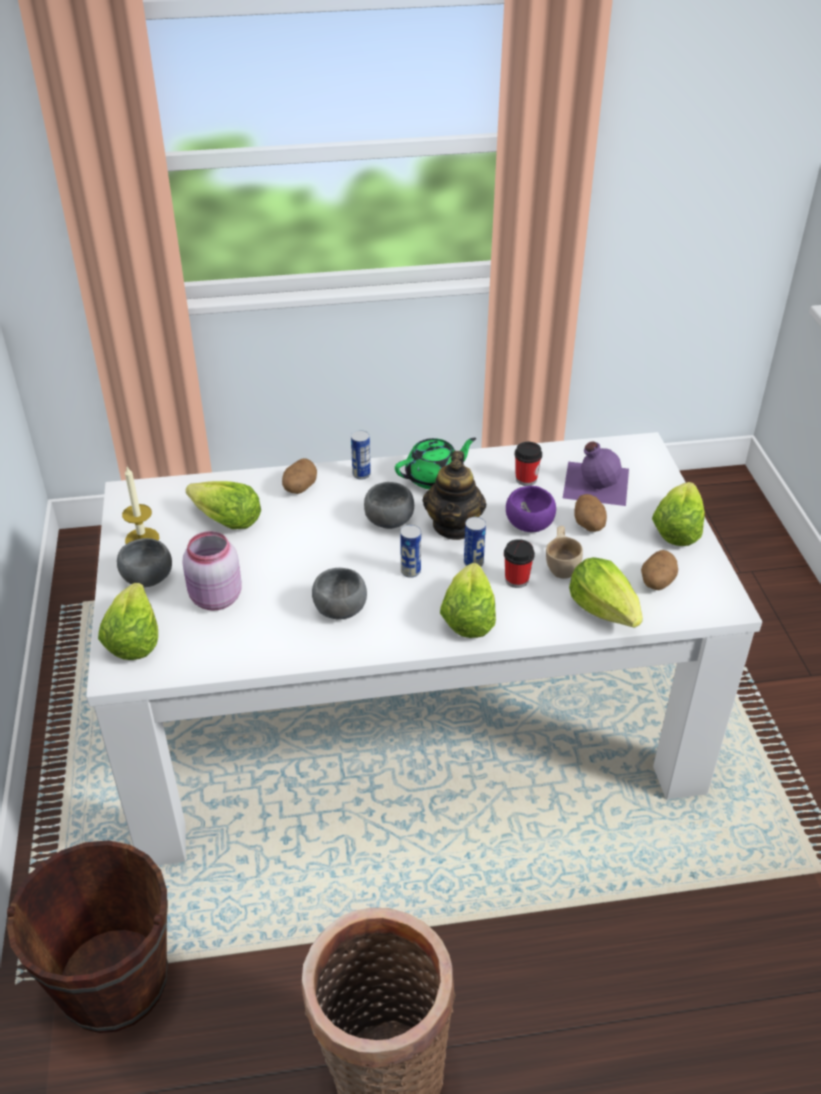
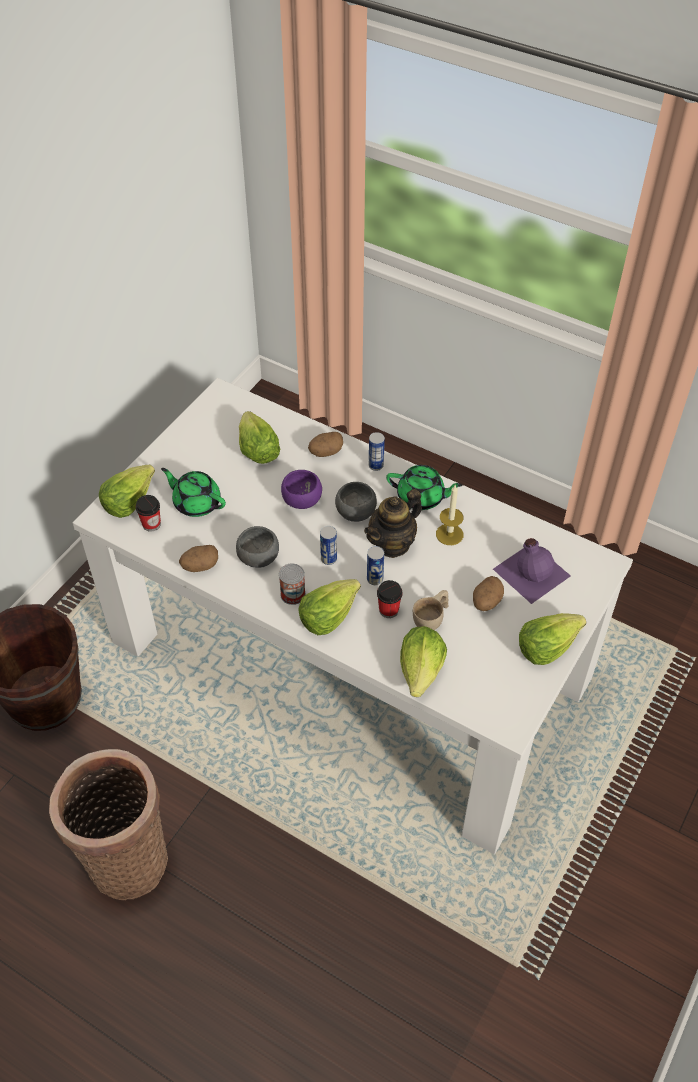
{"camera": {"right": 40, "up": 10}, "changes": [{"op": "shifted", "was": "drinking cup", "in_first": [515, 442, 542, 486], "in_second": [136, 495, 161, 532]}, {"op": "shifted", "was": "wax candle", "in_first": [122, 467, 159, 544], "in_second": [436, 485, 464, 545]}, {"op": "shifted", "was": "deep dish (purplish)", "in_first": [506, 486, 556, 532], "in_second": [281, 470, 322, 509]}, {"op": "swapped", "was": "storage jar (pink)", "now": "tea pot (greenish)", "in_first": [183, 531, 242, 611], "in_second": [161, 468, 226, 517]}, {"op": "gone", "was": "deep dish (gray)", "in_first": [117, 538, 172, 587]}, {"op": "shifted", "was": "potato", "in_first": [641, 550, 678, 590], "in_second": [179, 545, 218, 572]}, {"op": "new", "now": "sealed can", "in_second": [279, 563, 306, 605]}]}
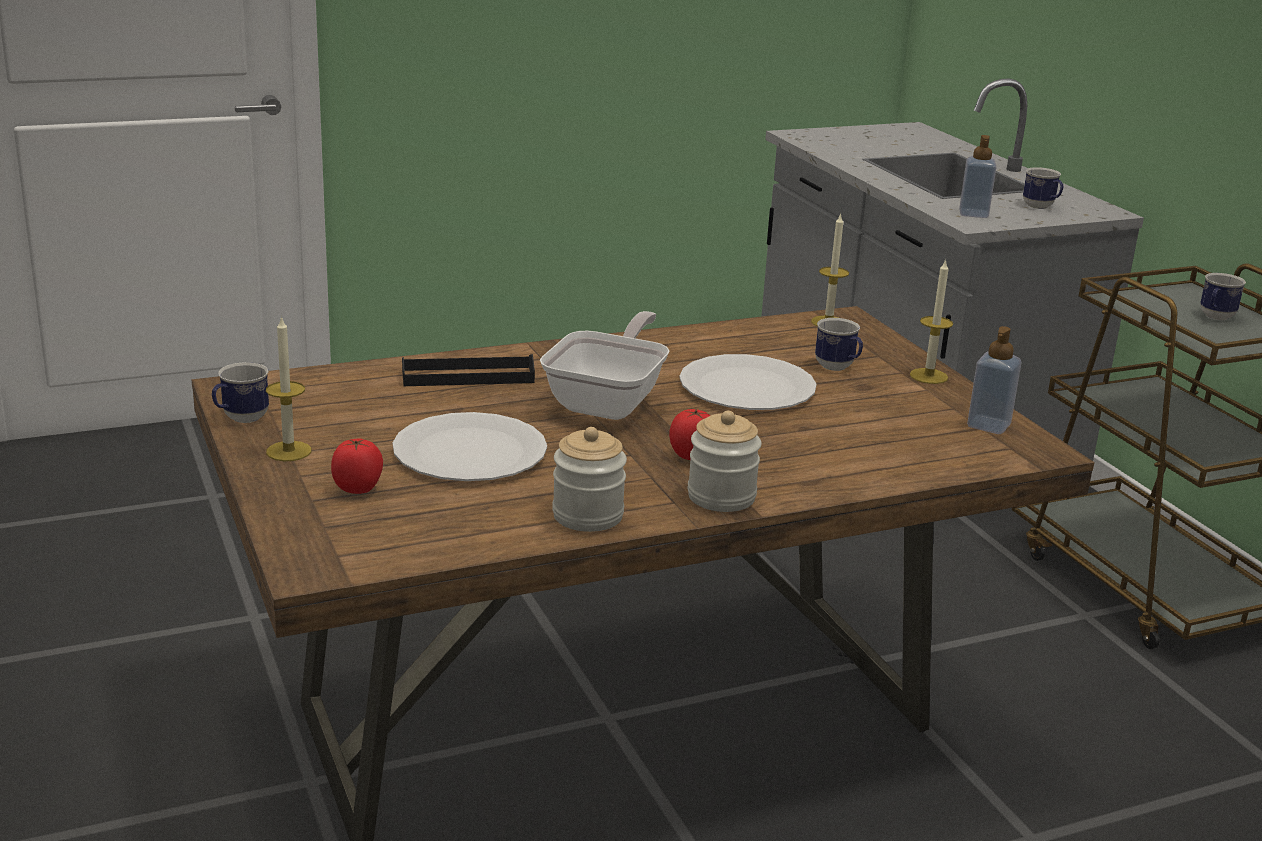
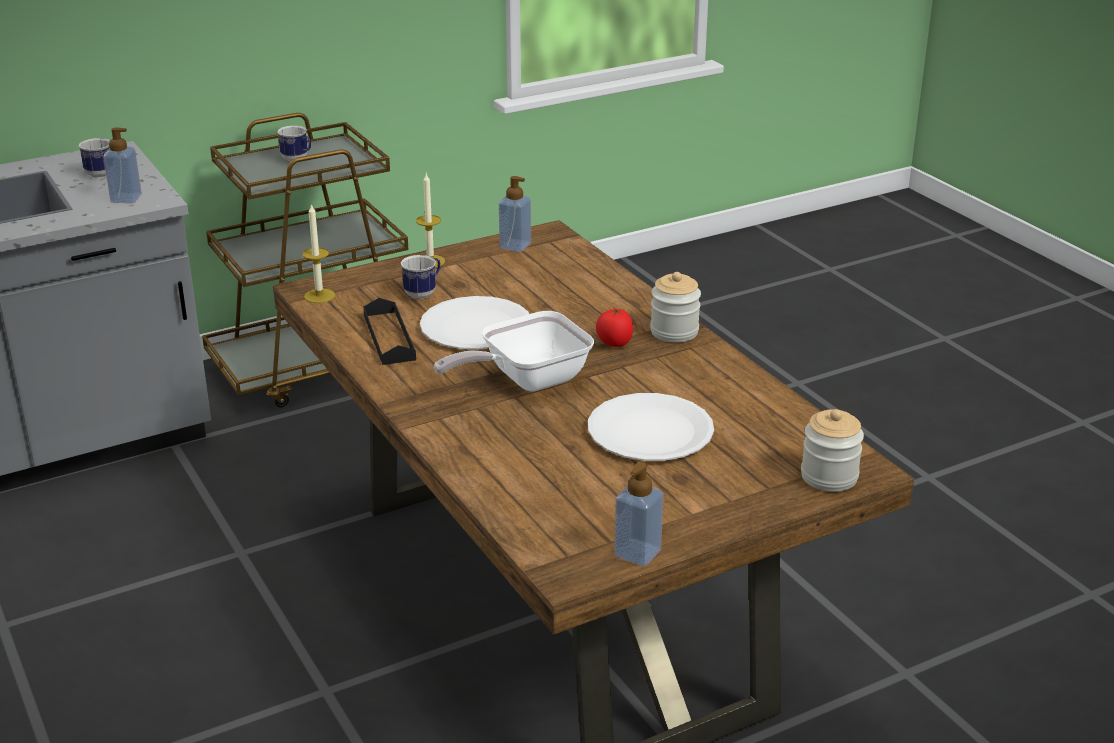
{"camera": {"right": -95, "up": 5}, "changes": [{"op": "rotated", "was": "skillet", "in_first": [540, 311, 670, 420], "in_second": [434, 311, 594, 391], "clockwise": -45}, {"op": "gone", "was": "wax candle", "in_first": [266, 316, 311, 461]}, {"op": "shifted", "was": "tray (black-coloured)", "in_first": [402, 354, 535, 386], "in_second": [363, 298, 416, 365]}, {"op": "swapped", "was": "coffee mug", "now": "liquid soap bottle", "in_first": [212, 362, 269, 423], "in_second": [614, 462, 663, 566]}, {"op": "shifted", "was": "storage jar", "in_first": [552, 427, 627, 532], "in_second": [801, 409, 864, 492]}, {"op": "gone", "was": "tomato", "in_first": [331, 439, 383, 494]}]}
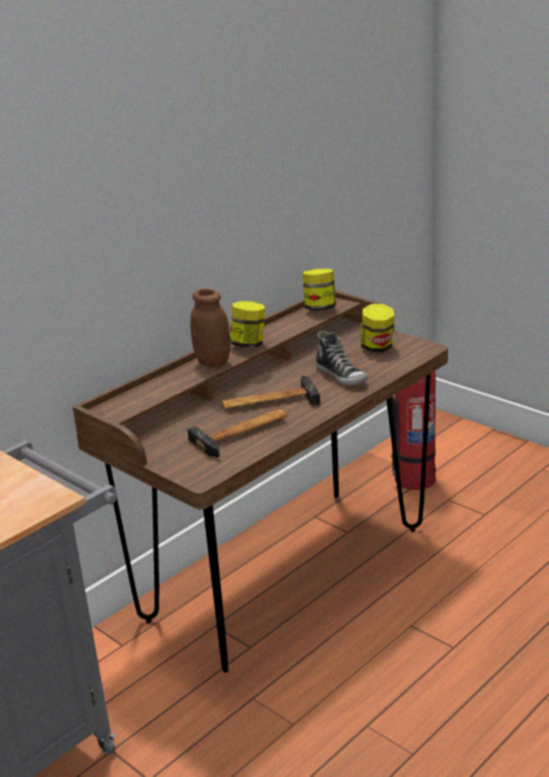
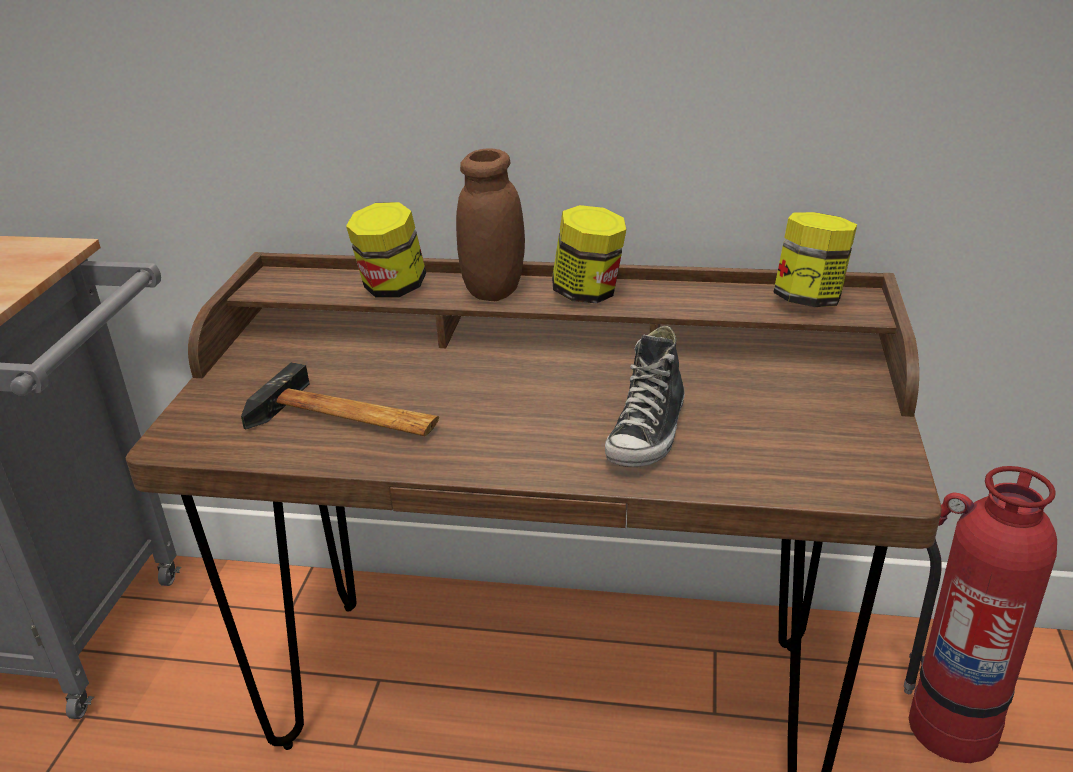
{"camera": {"right": 55, "up": 5}, "changes": [{"op": "shifted", "was": "storage jar", "in_first": [361, 304, 394, 352], "in_second": [346, 202, 426, 298]}, {"op": "gone", "was": "tool hammer", "in_first": [222, 376, 320, 409]}]}
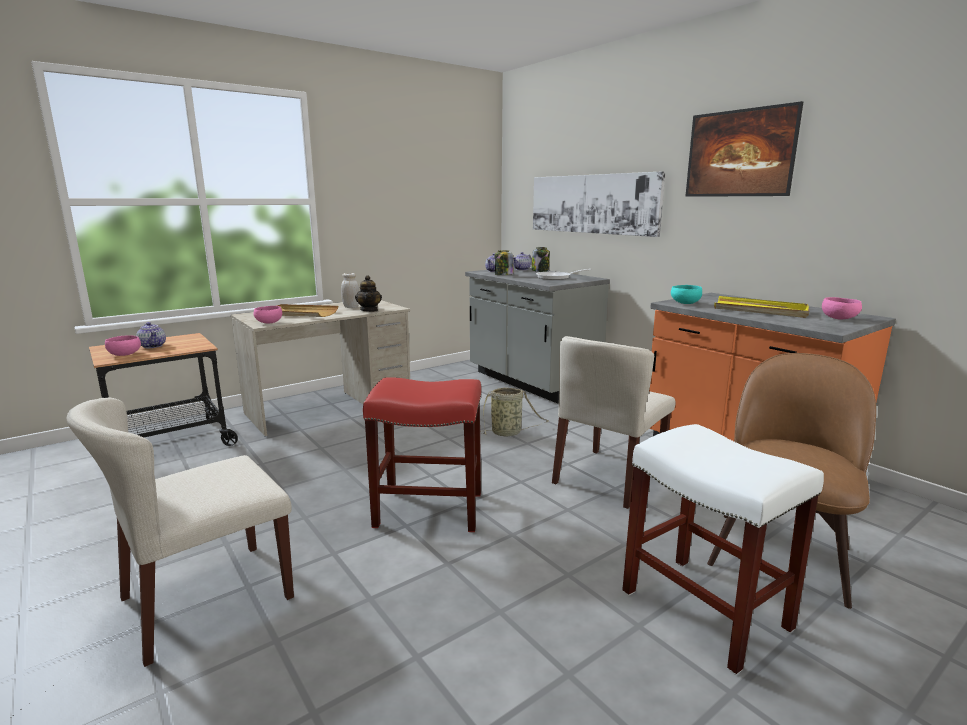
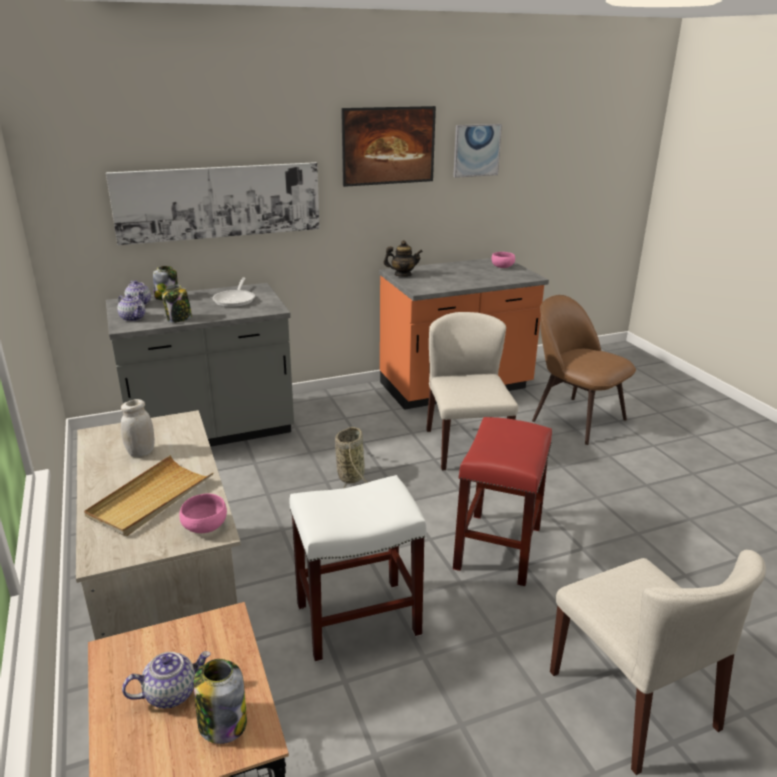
{"camera": {"right": -75, "up": 10}, "changes": [{"op": "shifted", "was": "tea pot", "in_first": [355, 275, 382, 312], "in_second": [384, 240, 423, 277]}, {"op": "gone", "was": "deep dish (turquoise-coloured)", "in_first": [671, 285, 702, 304]}, {"op": "gone", "was": "tray (yellowish)", "in_first": [714, 296, 809, 318]}, {"op": "swapped", "was": "deep dish (pink)", "now": "storage jar", "in_first": [105, 335, 141, 356], "in_second": [194, 659, 247, 744]}, {"op": "rotated", "was": "chair (sand-coloured)", "in_first": [552, 336, 676, 509], "in_second": [426, 312, 518, 470], "clockwise": -150}, {"op": "shifted", "was": "stool seat (whitish)", "in_first": [622, 424, 824, 675], "in_second": [289, 475, 427, 662]}, {"op": "new", "now": "wall art", "in_second": [453, 124, 502, 178]}]}
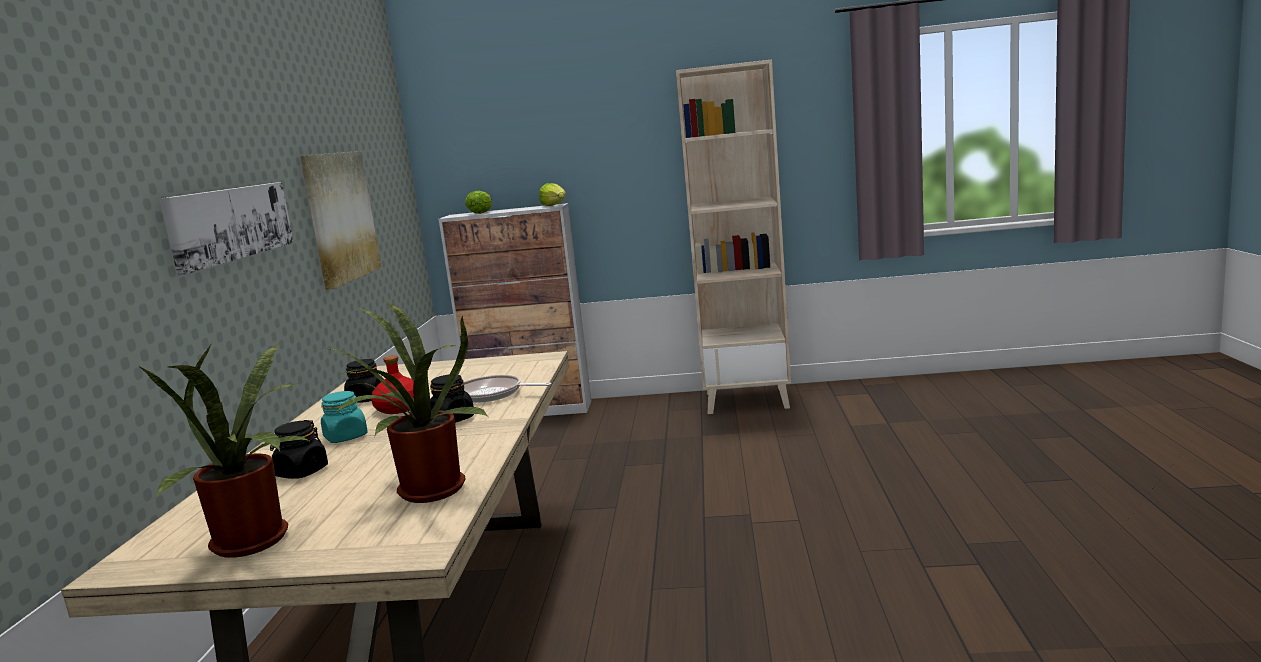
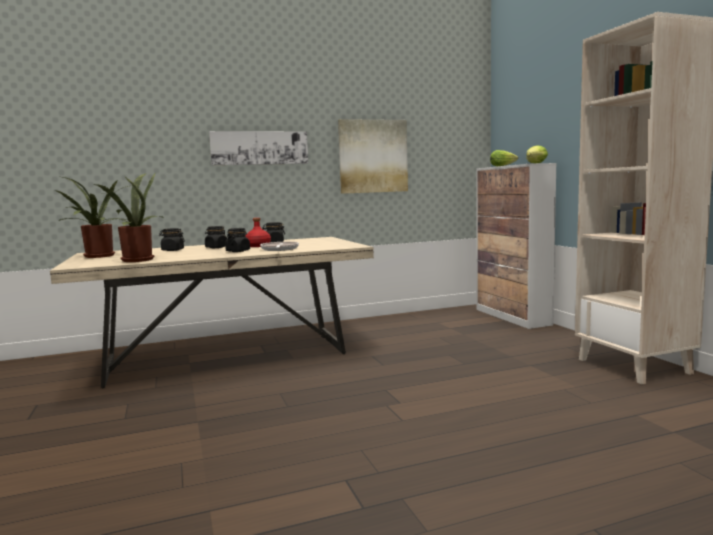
{"camera": {"right": 65, "up": -5}, "changes": [{"op": "repainted", "was": "storage jar (turquoise-coloured)", "now": "storage jar (black-coloured)", "in_first": [321, 391, 368, 443], "in_second": [205, 226, 227, 248]}]}
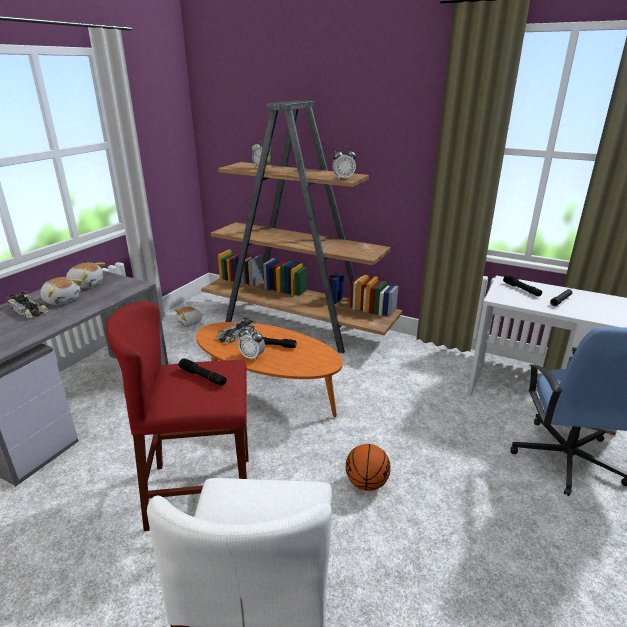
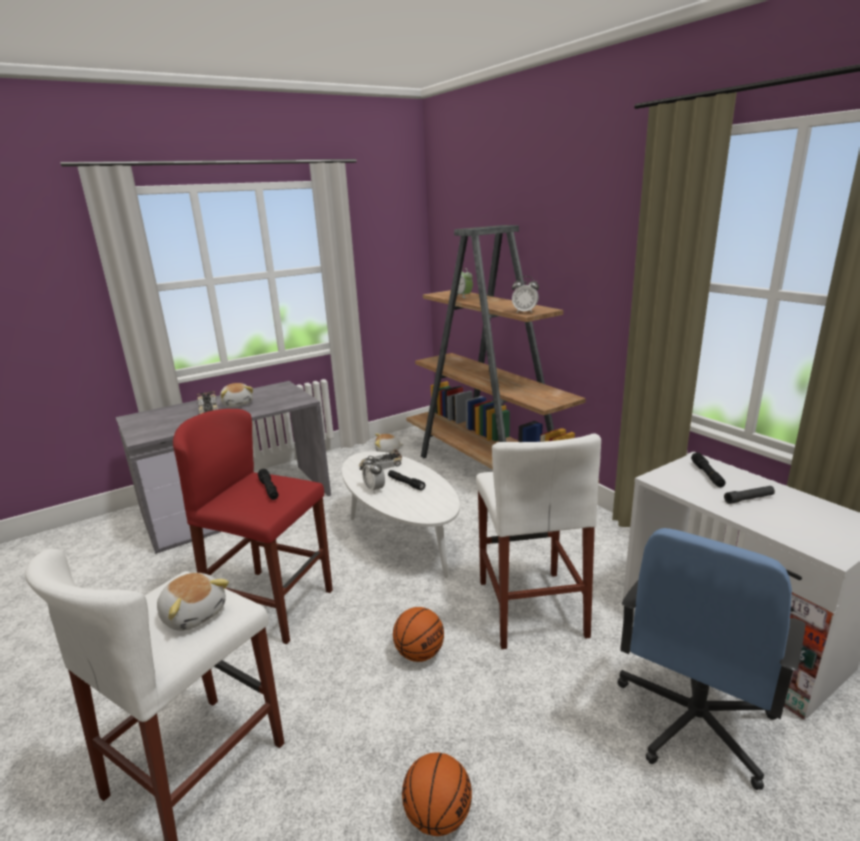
{"camera": {"right": 30, "up": -5}, "changes": [{"op": "shifted", "was": "cuddly toy", "in_first": [66, 262, 105, 289], "in_second": [157, 573, 229, 631]}, {"op": "repainted", "was": "lounge table (orange-coloured)", "now": "lounge table (whitish)", "in_first": [196, 322, 343, 417], "in_second": [342, 451, 460, 578]}, {"op": "new", "now": "stool seat (whitish)", "in_second": [476, 433, 601, 649]}, {"op": "new", "now": "ball for basketball", "in_second": [402, 752, 472, 836]}]}
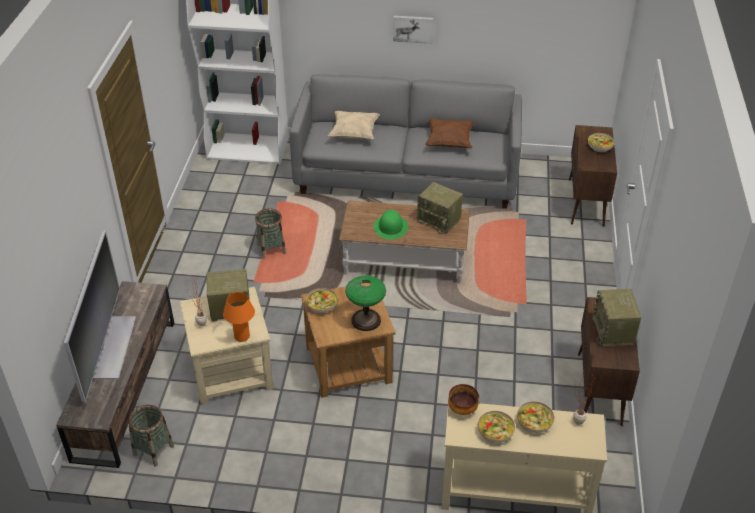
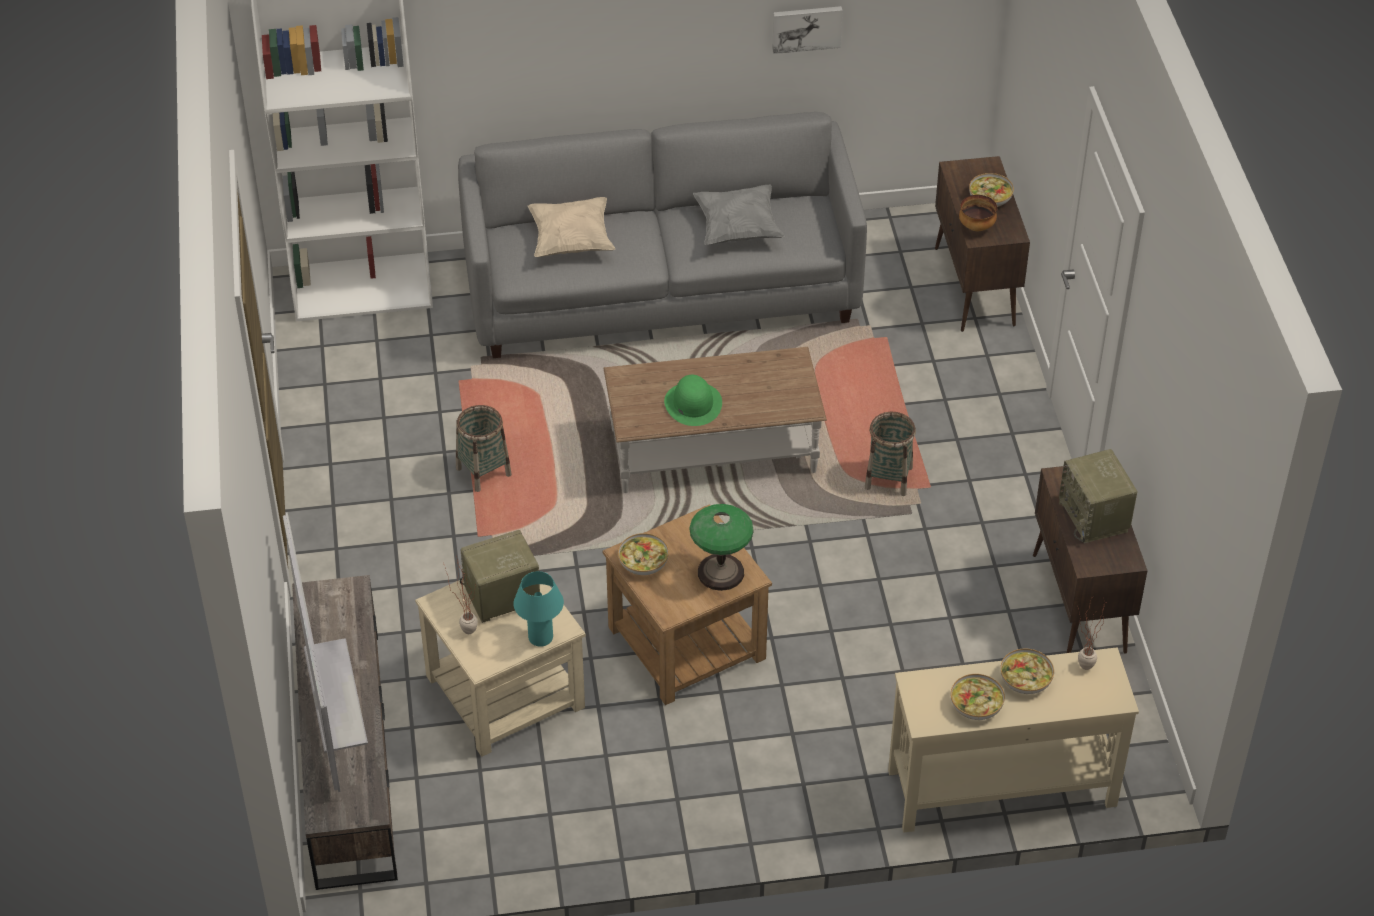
{"camera": {"right": -15, "up": 5}, "changes": [{"op": "shifted", "was": "wall art", "in_first": [393, 16, 433, 44], "in_second": [772, 6, 843, 54]}, {"op": "repainted", "was": "pillow (brown)", "now": "pillow (gray)", "in_first": [425, 119, 474, 148], "in_second": [693, 184, 785, 245]}, {"op": "gone", "was": "radio", "in_first": [417, 182, 463, 234]}, {"op": "repainted", "was": "table lamp (orange-coloured)", "now": "table lamp (turquoise-coloured)", "in_first": [223, 292, 255, 342], "in_second": [513, 571, 564, 647]}, {"op": "shifted", "was": "deep dish", "in_first": [448, 384, 479, 415], "in_second": [959, 195, 997, 232]}, {"op": "shifted", "was": "basket", "in_first": [128, 405, 174, 466], "in_second": [865, 412, 916, 496]}]}
